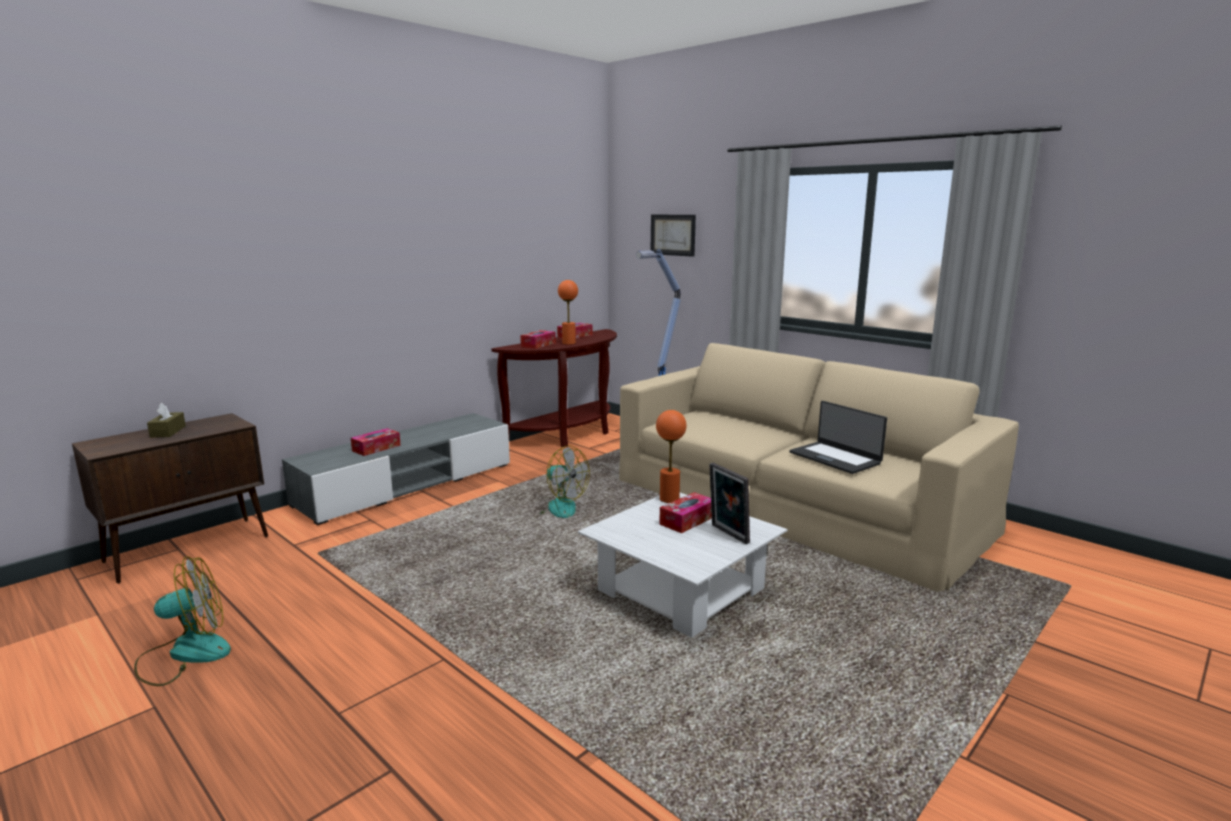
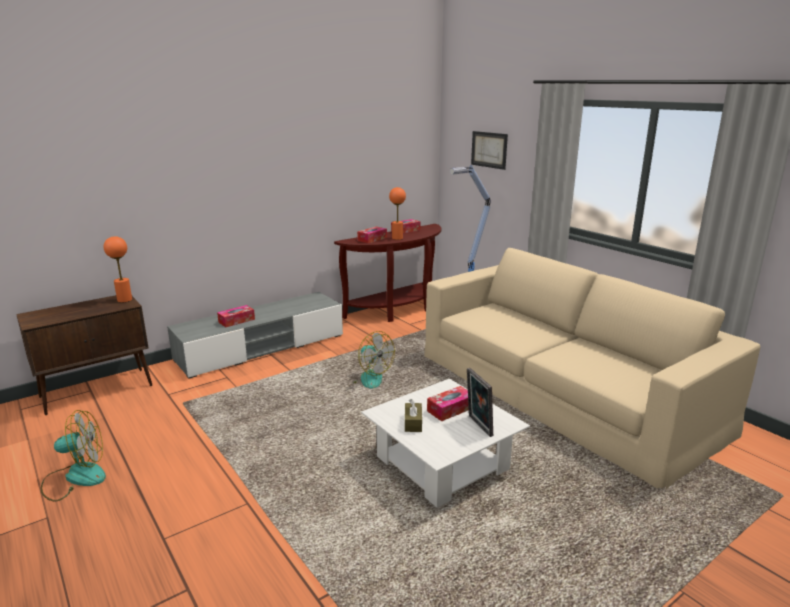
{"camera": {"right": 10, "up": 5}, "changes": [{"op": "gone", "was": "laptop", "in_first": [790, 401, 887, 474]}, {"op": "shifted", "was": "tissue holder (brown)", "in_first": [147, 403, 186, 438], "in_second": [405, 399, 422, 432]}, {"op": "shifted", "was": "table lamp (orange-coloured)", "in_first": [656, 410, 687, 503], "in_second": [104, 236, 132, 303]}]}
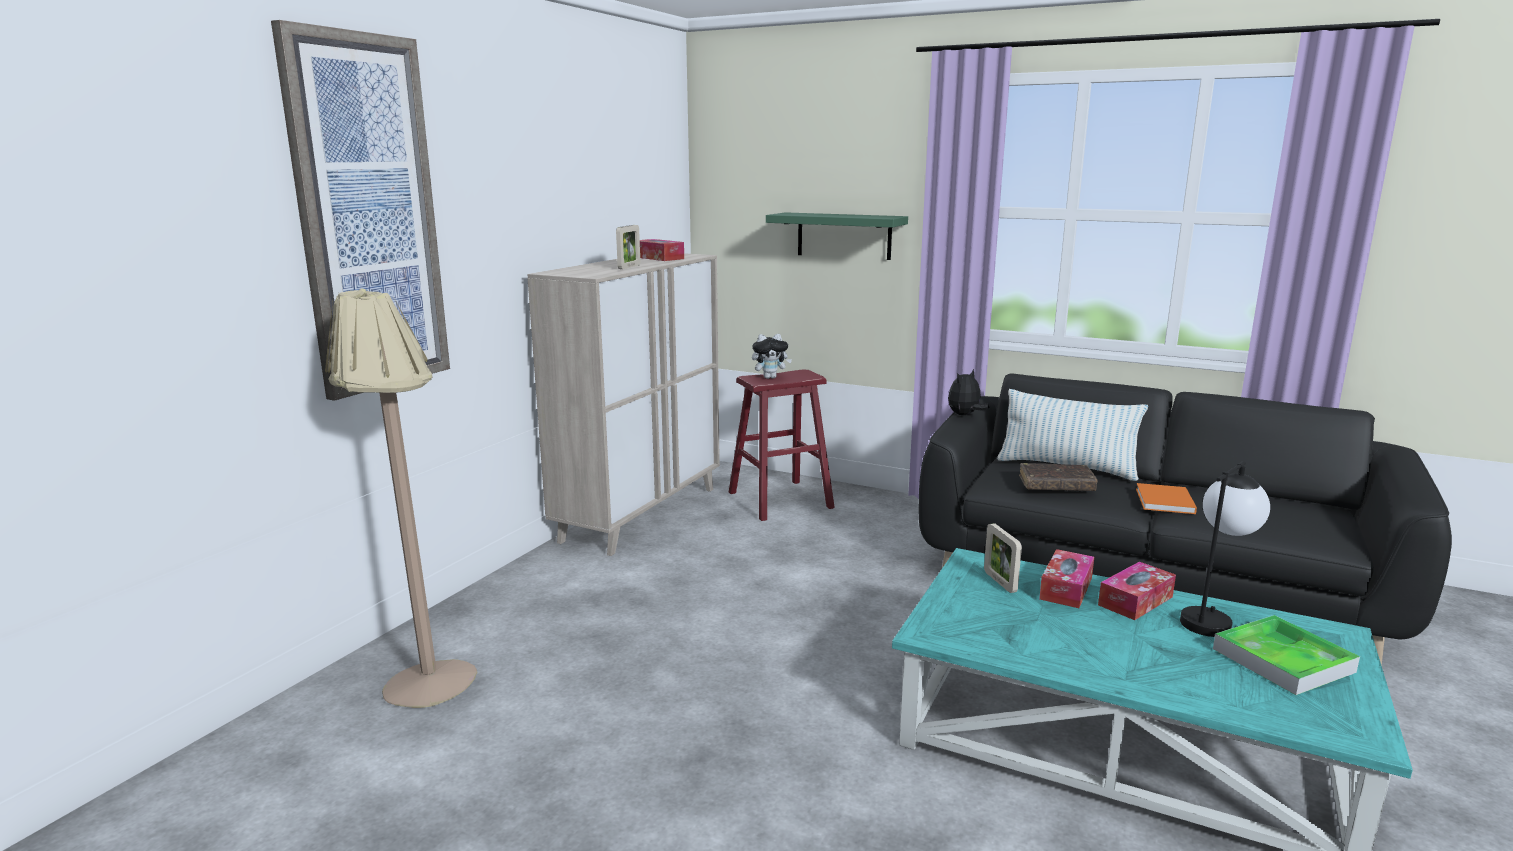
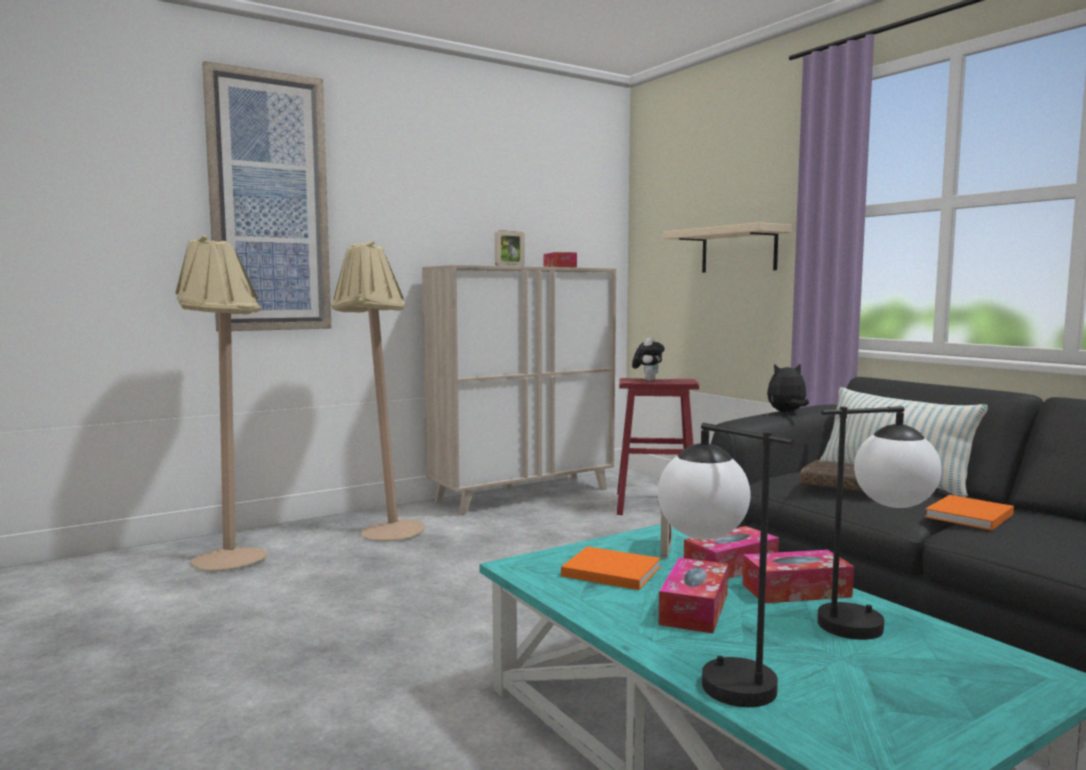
{"camera": {"right": 30, "up": -10}, "changes": [{"op": "repainted", "was": "bracket shelf (greenish)", "now": "bracket shelf (sand-coloured)", "in_first": [766, 212, 908, 260], "in_second": [663, 222, 792, 272]}, {"op": "rotated", "was": "cuddly toy", "in_first": [752, 334, 792, 379], "in_second": [632, 337, 665, 381], "clockwise": -90}, {"op": "gone", "was": "tray", "in_first": [1213, 615, 1360, 695]}, {"op": "new", "now": "standard lamp (sand-coloured)", "in_second": [331, 240, 425, 541]}, {"op": "new", "now": "table lamp", "in_second": [658, 423, 794, 707]}, {"op": "new", "now": "book (orange-coloured)", "in_second": [561, 546, 661, 590]}, {"op": "new", "now": "tissue holder", "in_second": [659, 558, 728, 634]}]}
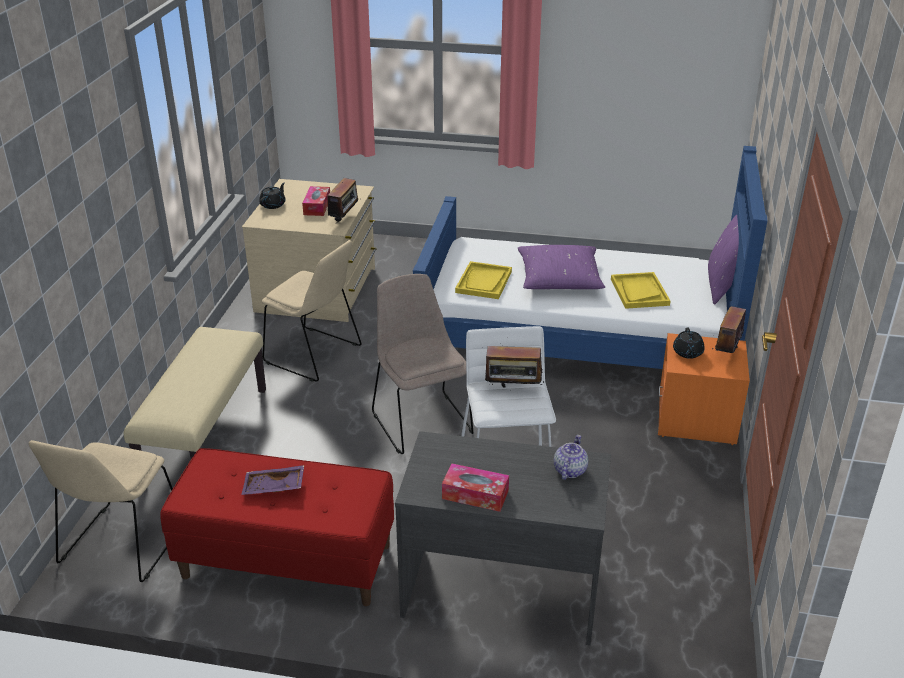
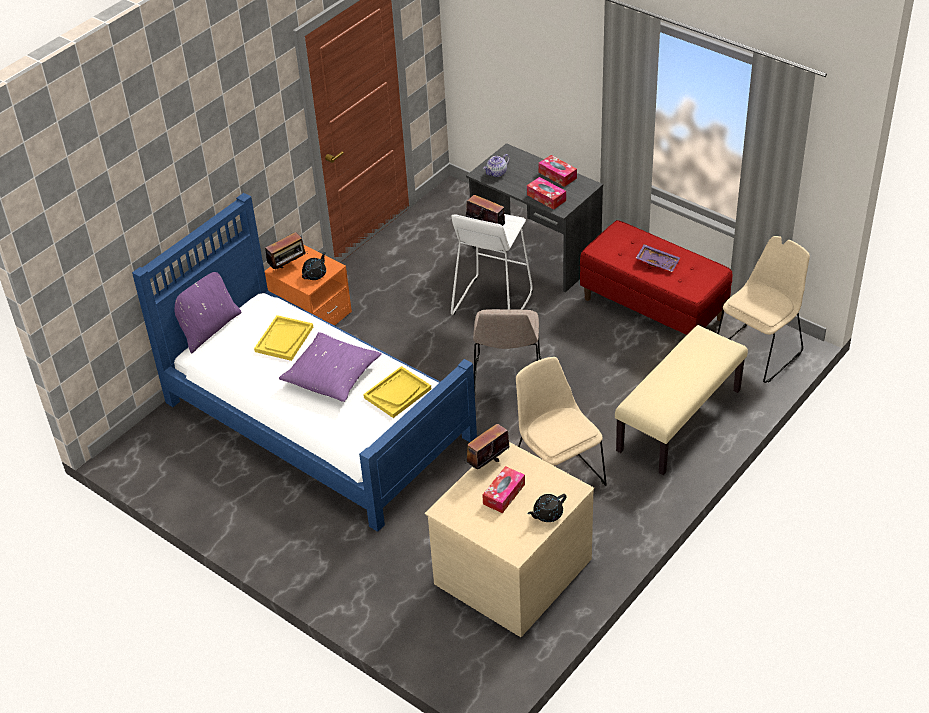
{"camera": {"right": -150, "up": 10}, "changes": [{"op": "new", "now": "tissue holder", "in_second": [527, 177, 566, 210]}]}
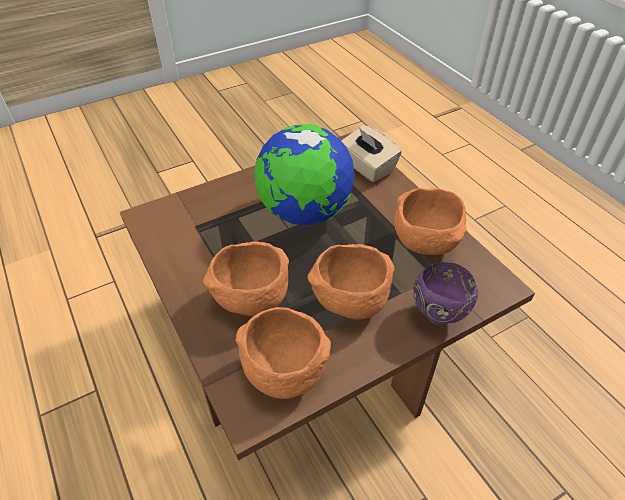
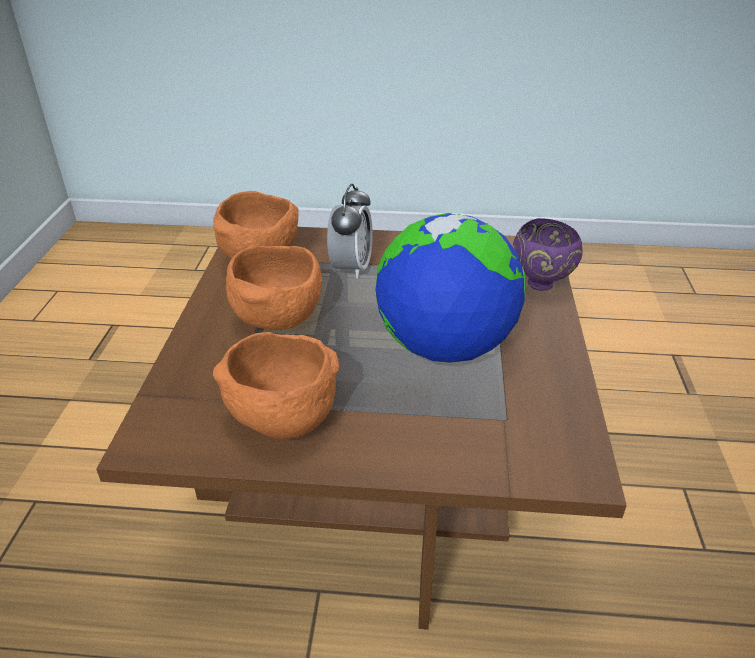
{"camera": {"right": 125, "up": -10}, "changes": [{"op": "gone", "was": "tissue holder (sand-coloured)", "in_first": [341, 125, 402, 182]}, {"op": "swapped", "was": "deep dish (orange-coloured)", "now": "table clock", "in_first": [203, 241, 289, 316], "in_second": [327, 183, 373, 279]}, {"op": "shifted", "was": "deep dish (purplish)", "in_first": [413, 262, 478, 326], "in_second": [513, 218, 583, 291]}]}
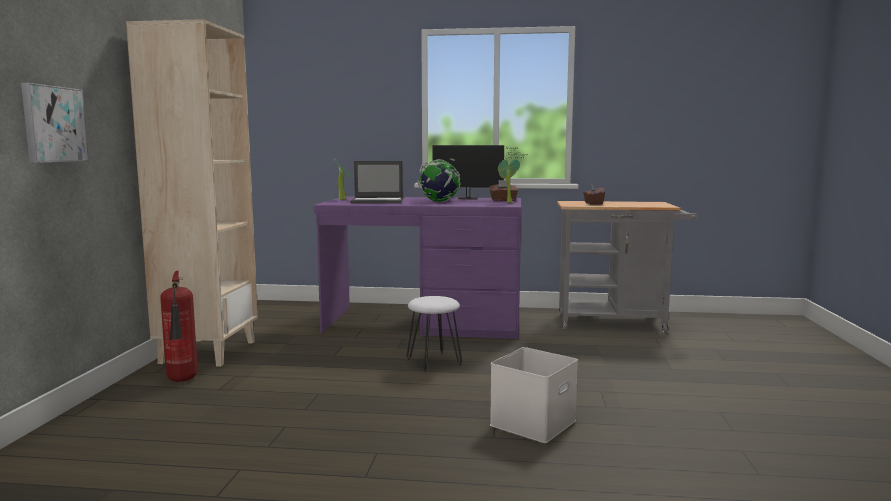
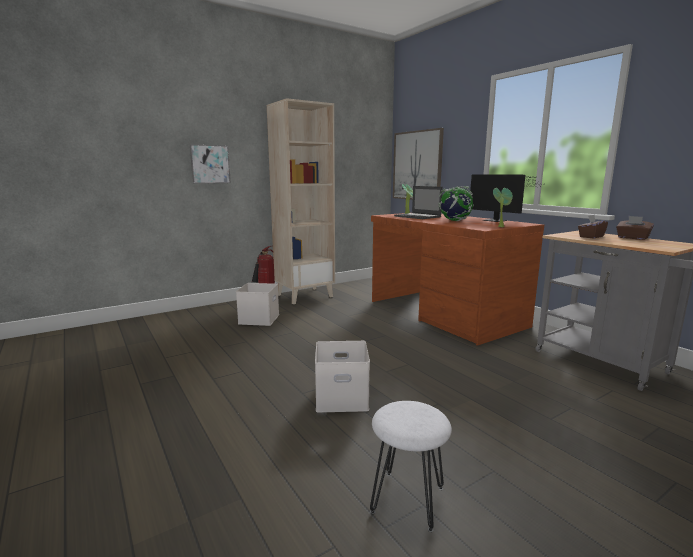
{"camera": {"right": 50, "up": 5}, "changes": [{"op": "shifted", "was": "tissue holder (brown)", "in_first": [489, 180, 518, 201], "in_second": [616, 216, 654, 240]}, {"op": "repainted", "was": "desk (purplish)", "now": "desk (brown)", "in_first": [314, 197, 521, 340], "in_second": [371, 213, 544, 346]}, {"op": "shifted", "was": "stool seat (whitish)", "in_first": [407, 296, 462, 372], "in_second": [370, 401, 452, 532]}, {"op": "new", "now": "wall art", "in_second": [393, 128, 444, 200]}, {"op": "new", "now": "storage container (whitish)", "in_second": [236, 283, 279, 326]}]}
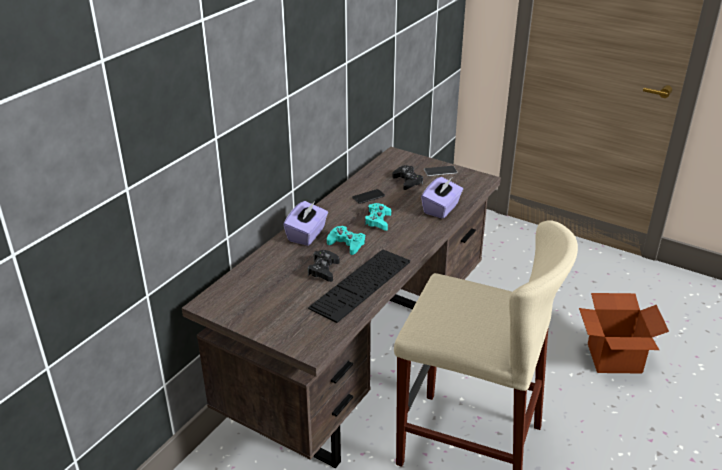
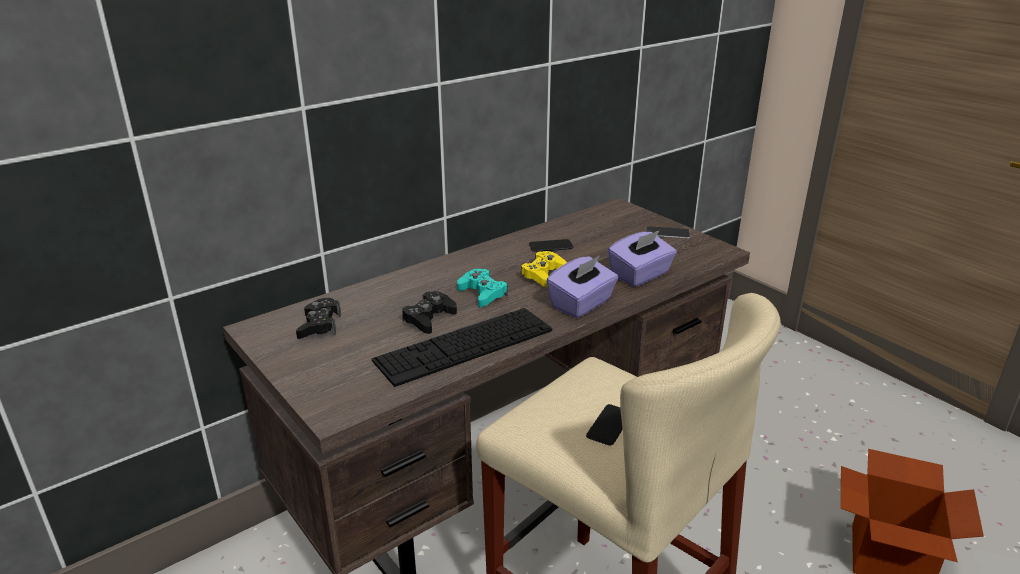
{"camera": {"right": 20, "up": -5}, "changes": [{"op": "shifted", "was": "joypad (black-coloured)", "in_first": [392, 165, 423, 190], "in_second": [296, 298, 341, 339]}, {"op": "shifted", "was": "tissue holder (purplish)", "in_first": [283, 201, 328, 246], "in_second": [546, 256, 618, 318]}, {"op": "repainted", "was": "joypad (turquoise-coloured)", "now": "joypad (yellowish)", "in_first": [365, 203, 391, 230], "in_second": [521, 251, 567, 287]}, {"op": "new", "now": "handset", "in_second": [586, 404, 623, 445]}]}
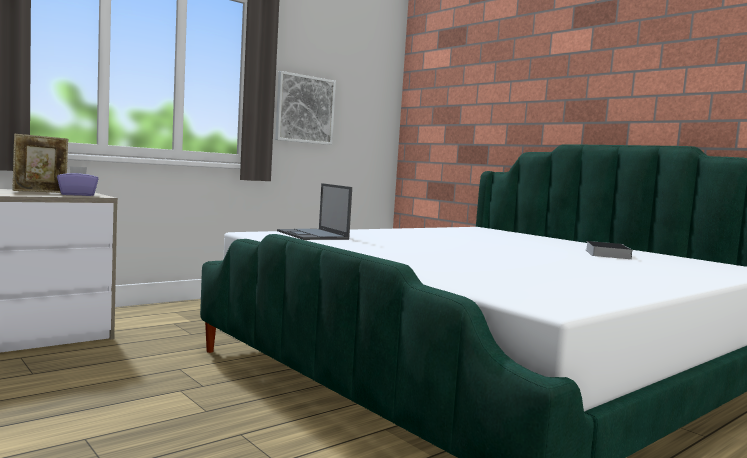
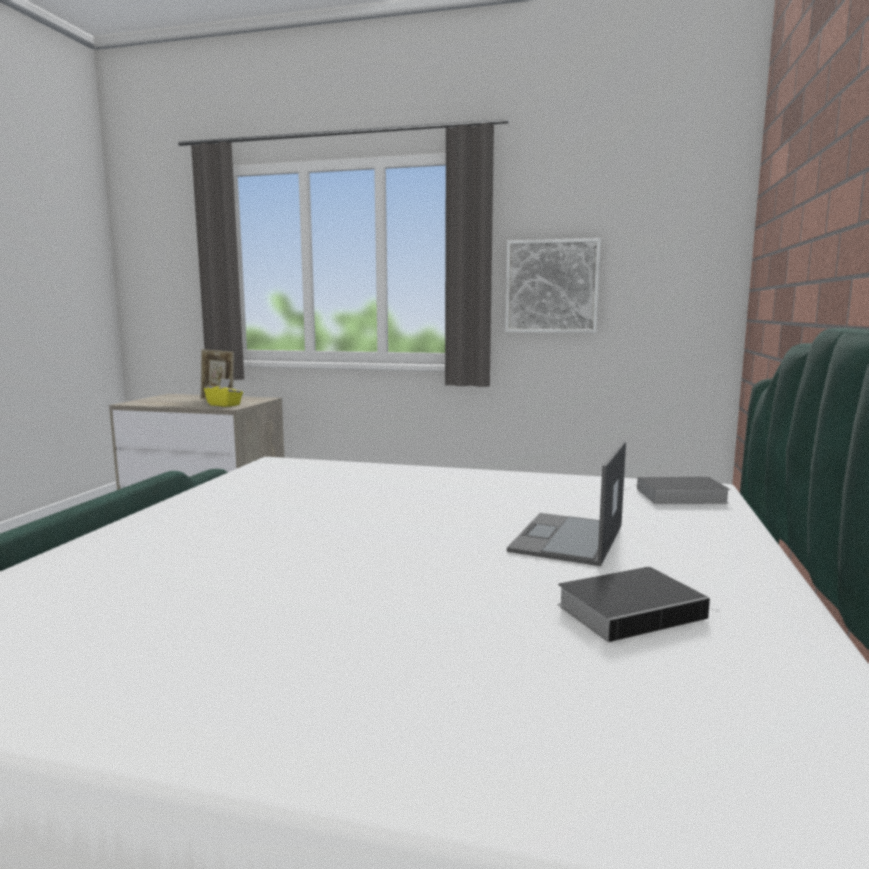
{"camera": {"right": 55, "up": 5}, "changes": [{"op": "repainted", "was": "tissue holder (purplish)", "now": "tissue holder (yellowish)", "in_first": [57, 166, 98, 196], "in_second": [204, 378, 243, 407]}, {"op": "shifted", "was": "laptop", "in_first": [277, 183, 352, 240], "in_second": [507, 441, 626, 566]}, {"op": "new", "now": "book", "in_second": [625, 476, 730, 504]}]}
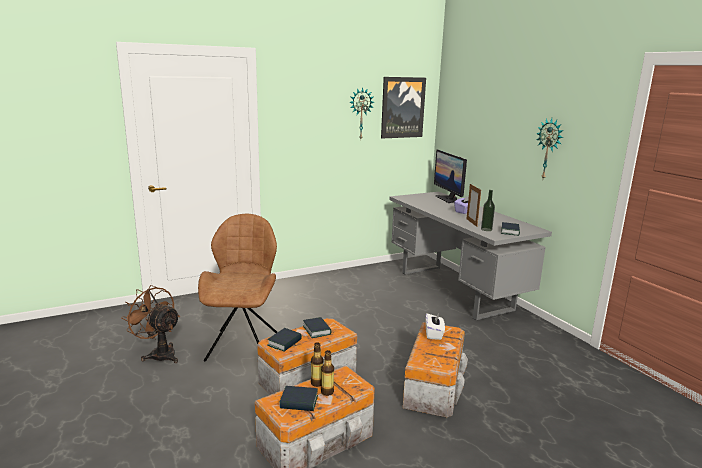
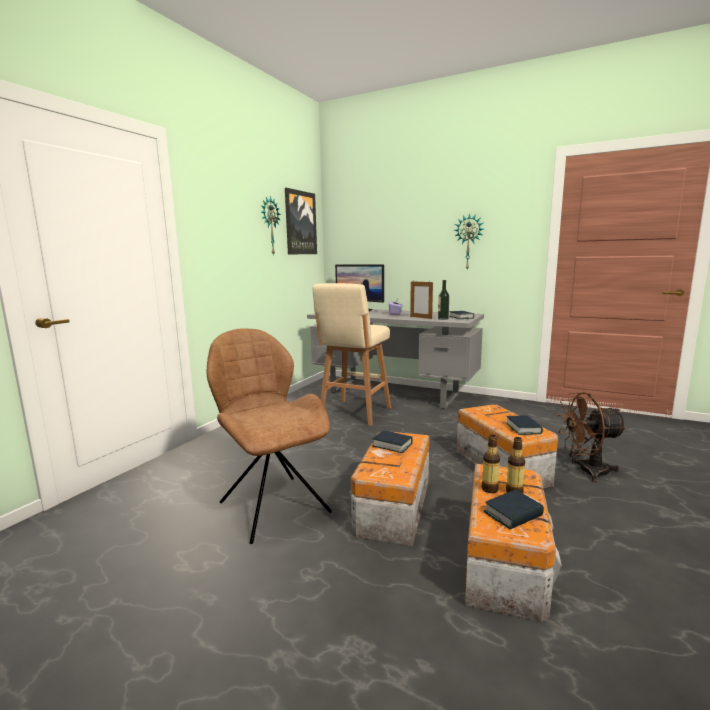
{"camera": {"right": -35, "up": -5}, "changes": [{"op": "shifted", "was": "cooling fan (brown)", "in_first": [121, 285, 180, 363], "in_second": [557, 392, 627, 482]}, {"op": "gone", "was": "tissue holder (whitish)", "in_first": [425, 312, 445, 340]}, {"op": "shifted", "was": "book", "in_first": [267, 328, 302, 352], "in_second": [506, 415, 543, 435]}, {"op": "new", "now": "stool seat (sand-coloured)", "in_second": [313, 283, 391, 426]}]}
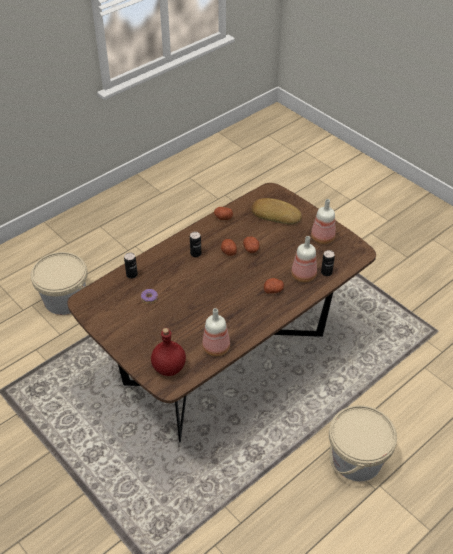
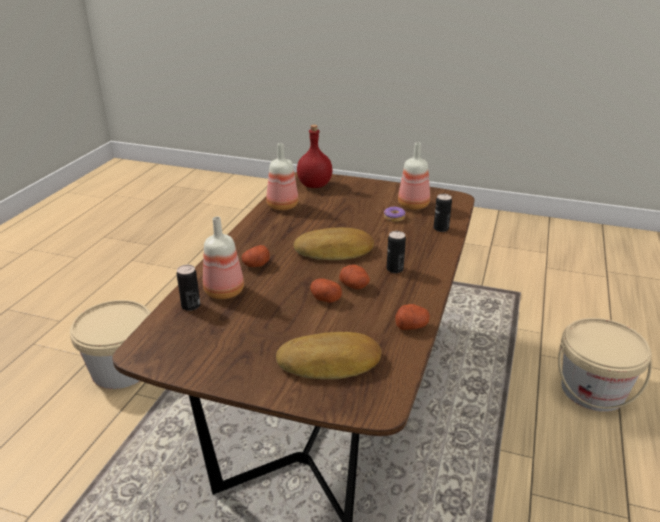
{"camera": {"right": 150, "up": -15}, "changes": [{"op": "shifted", "was": "bottle", "in_first": [311, 199, 336, 244], "in_second": [398, 142, 430, 210]}, {"op": "new", "now": "bread", "in_second": [294, 228, 374, 260]}]}
